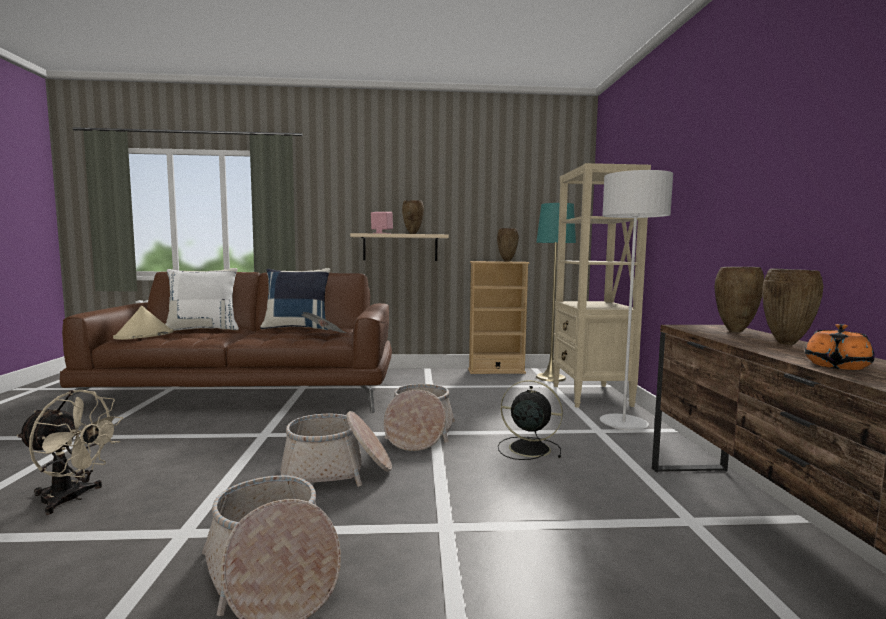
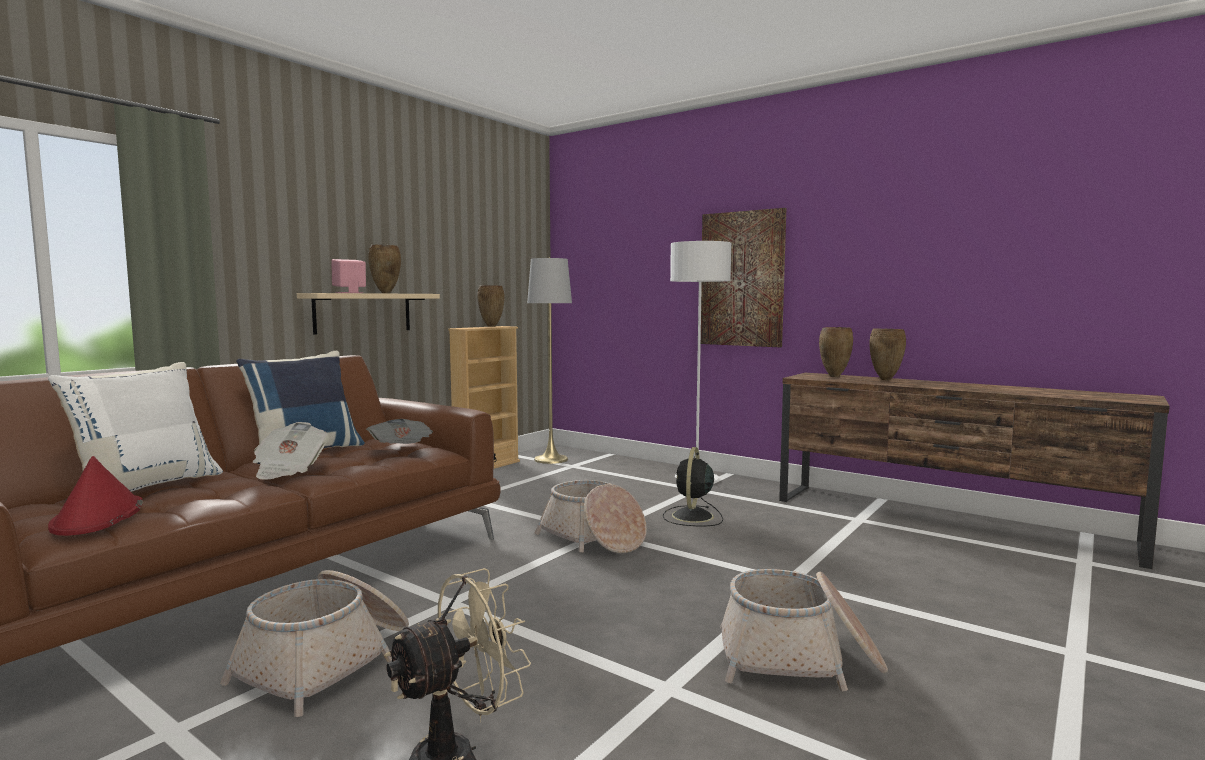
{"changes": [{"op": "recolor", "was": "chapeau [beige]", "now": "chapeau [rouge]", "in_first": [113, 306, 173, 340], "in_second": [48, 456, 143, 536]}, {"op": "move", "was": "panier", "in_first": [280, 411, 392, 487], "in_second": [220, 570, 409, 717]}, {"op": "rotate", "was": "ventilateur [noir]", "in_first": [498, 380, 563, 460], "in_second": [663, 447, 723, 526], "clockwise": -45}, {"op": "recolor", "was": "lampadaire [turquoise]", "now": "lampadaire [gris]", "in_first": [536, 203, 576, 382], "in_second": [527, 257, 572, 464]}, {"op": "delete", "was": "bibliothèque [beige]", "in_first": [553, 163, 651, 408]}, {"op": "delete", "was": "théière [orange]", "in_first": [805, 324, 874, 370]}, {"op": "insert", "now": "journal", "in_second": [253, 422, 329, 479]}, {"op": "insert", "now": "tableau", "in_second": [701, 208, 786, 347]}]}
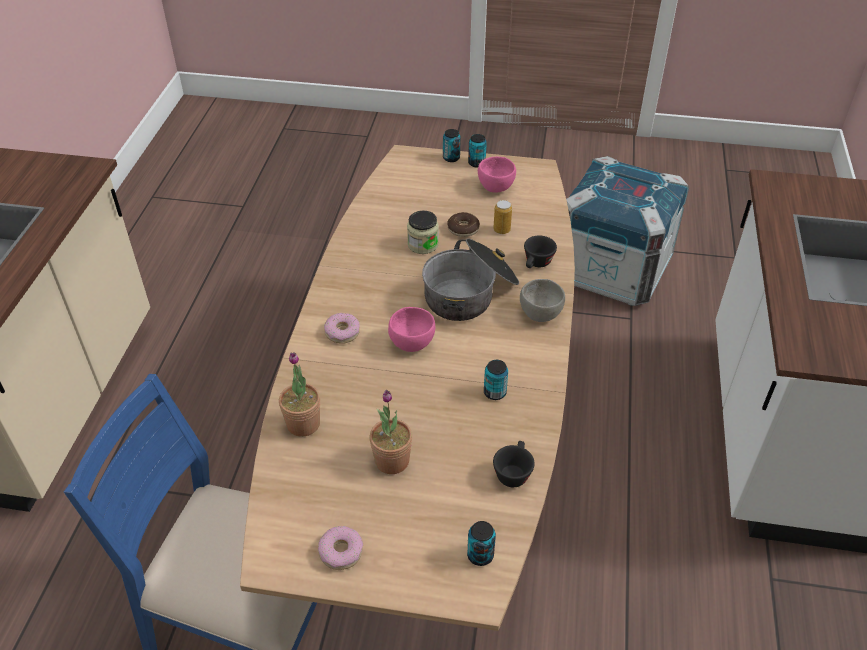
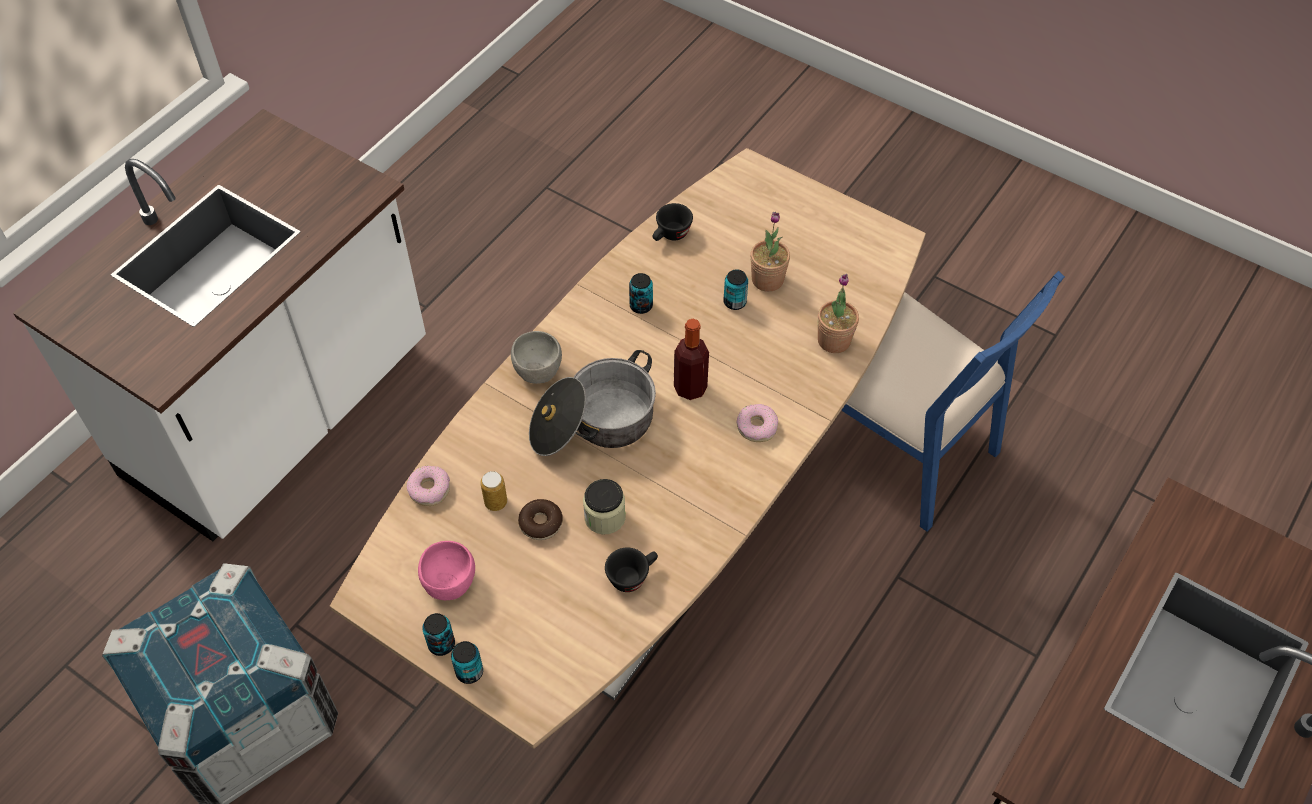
{"changes": [{"op": "move", "was": "beignet", "in_first": [318, 526, 363, 570], "in_second": [407, 466, 450, 506]}, {"op": "replace", "was": "bol [rose]", "now": "bouteille", "in_first": [388, 307, 435, 352], "in_second": [674, 319, 709, 400]}, {"op": "move", "was": "boîte métallique", "in_first": [467, 521, 496, 566], "in_second": [723, 269, 748, 310]}, {"op": "move", "was": "tasse [noir]", "in_first": [524, 235, 557, 268], "in_second": [605, 547, 658, 592]}]}
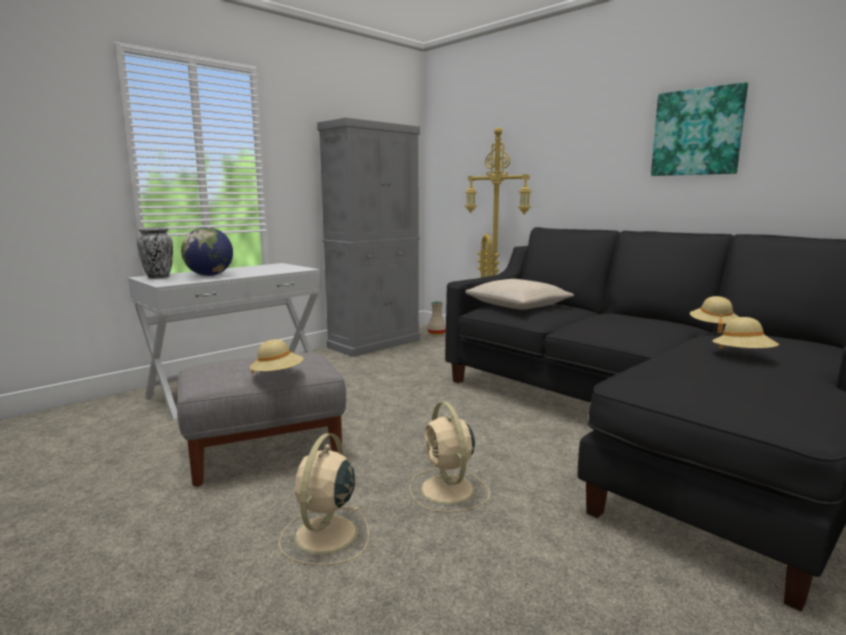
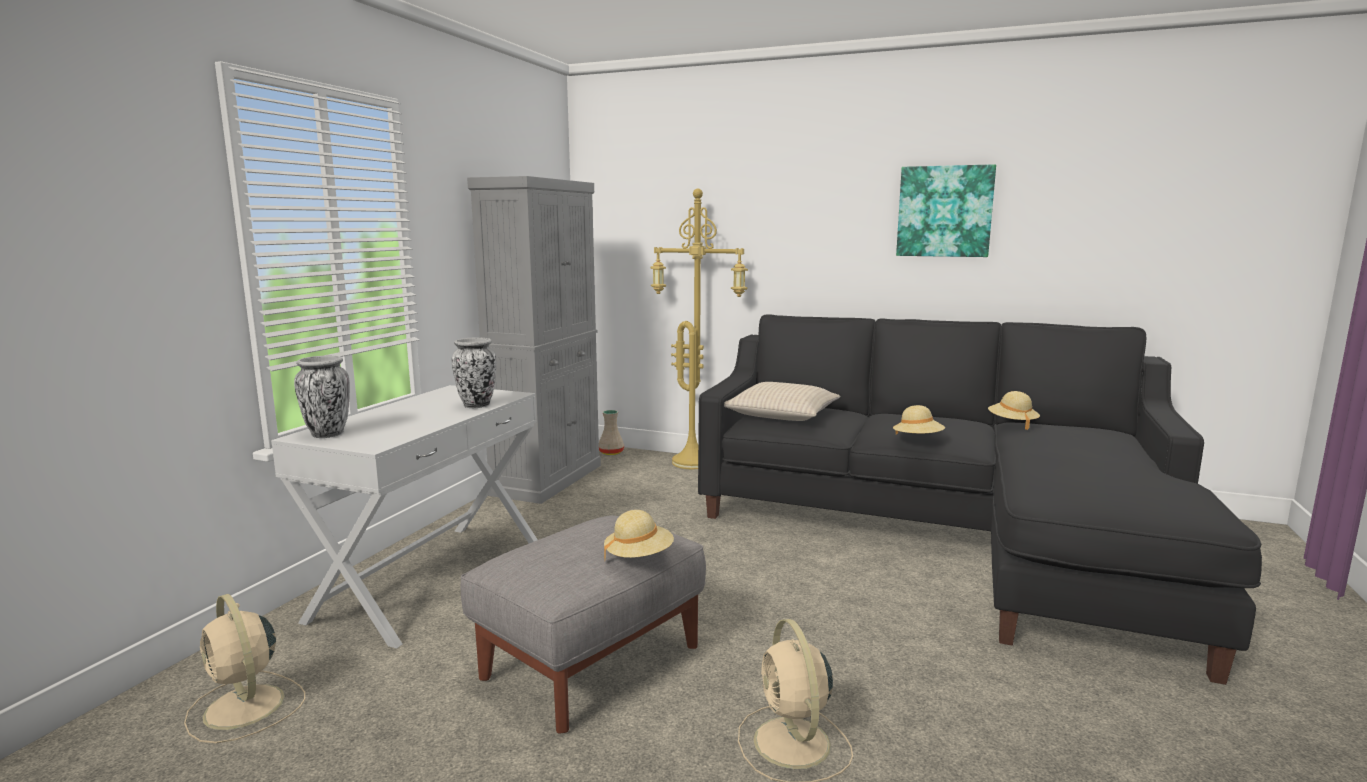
{"changes": [{"op": "delete", "was": "globe", "in_first": [181, 227, 233, 276]}, {"op": "move", "was": "ventilateur [beige]", "in_first": [409, 402, 490, 513], "in_second": [184, 594, 305, 743]}, {"op": "move", "was": "chapeau [beige]", "in_first": [712, 317, 779, 349], "in_second": [893, 405, 945, 435]}, {"op": "insert", "now": "vase", "in_second": [452, 337, 496, 408]}]}
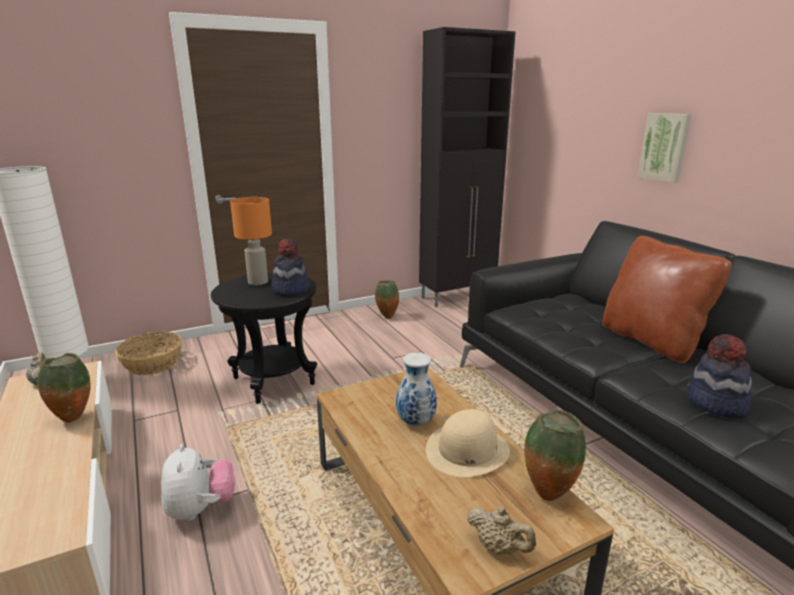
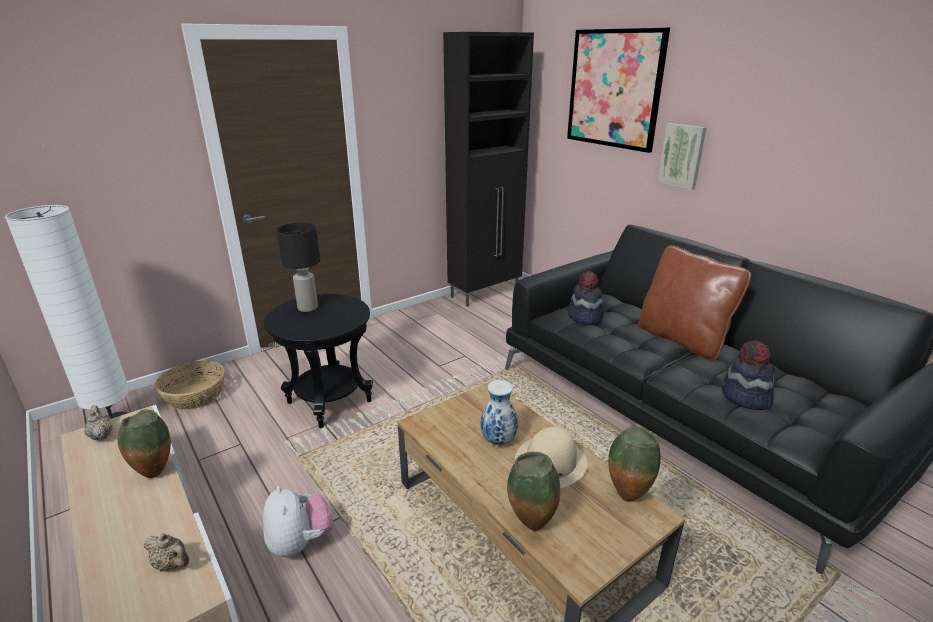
{"changes": [{"op": "recolor", "was": "lampe de table [orange]", "now": "lampe de table [noir]", "in_first": [230, 197, 272, 285], "in_second": [276, 223, 320, 312]}, {"op": "move", "was": "chapeau", "in_first": [271, 238, 310, 296], "in_second": [568, 271, 604, 325]}, {"op": "move", "was": "vase", "in_first": [375, 280, 399, 319], "in_second": [507, 452, 560, 531]}, {"op": "move", "was": "théière [beige]", "in_first": [467, 506, 536, 555], "in_second": [144, 533, 189, 571]}, {"op": "insert", "now": "tableau", "in_second": [567, 28, 670, 153]}]}
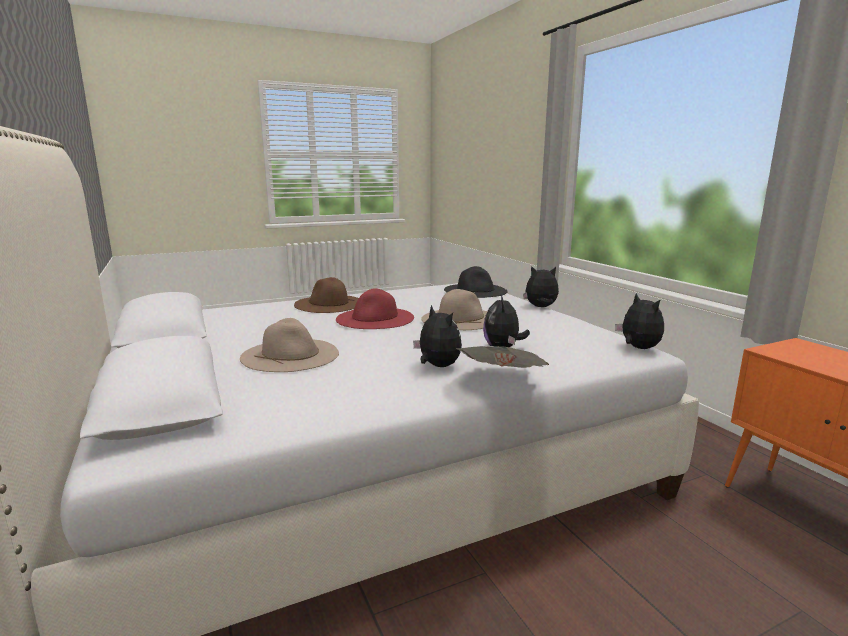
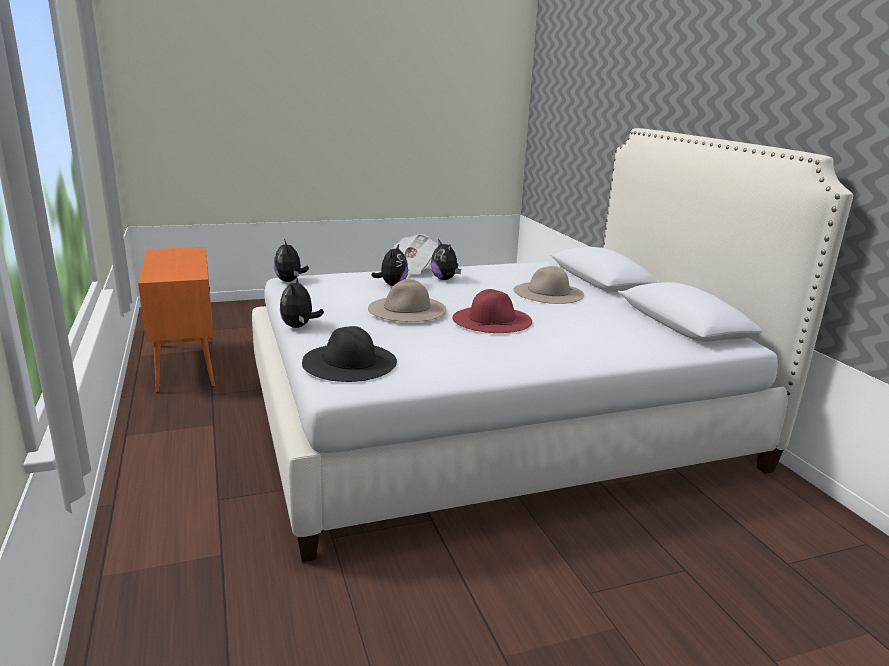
{"changes": [{"op": "delete", "was": "chapeau [marron]", "in_first": [294, 277, 359, 313]}, {"op": "rotate", "was": "peluche", "in_first": [523, 266, 559, 307], "in_second": [280, 276, 324, 328], "clockwise": 75}]}
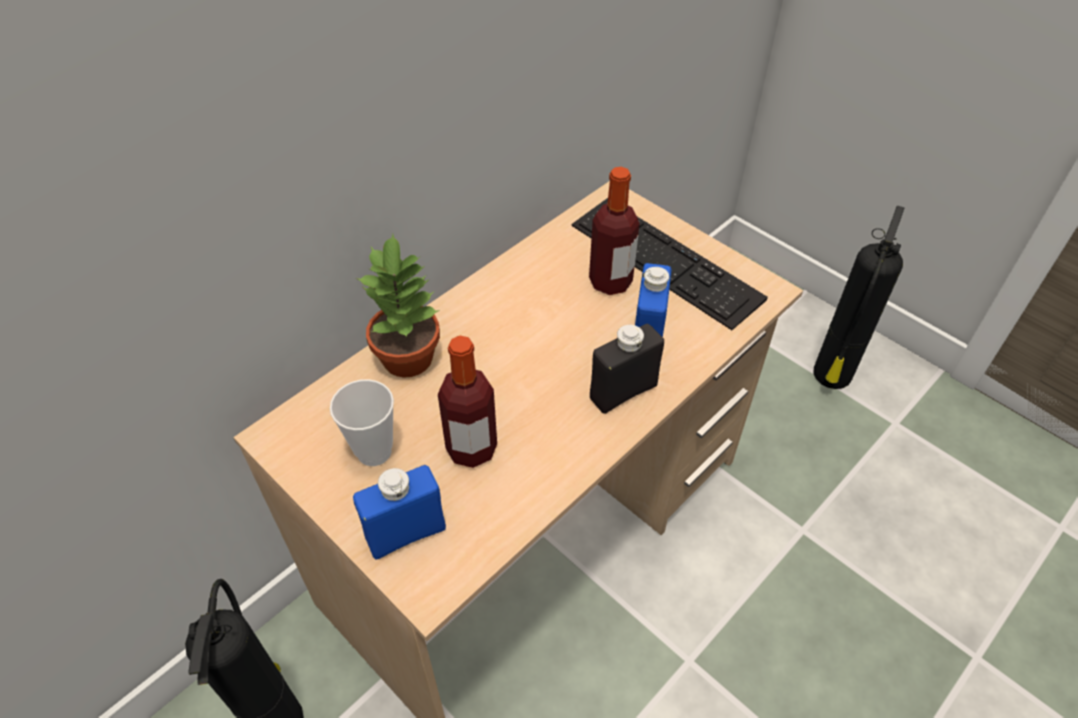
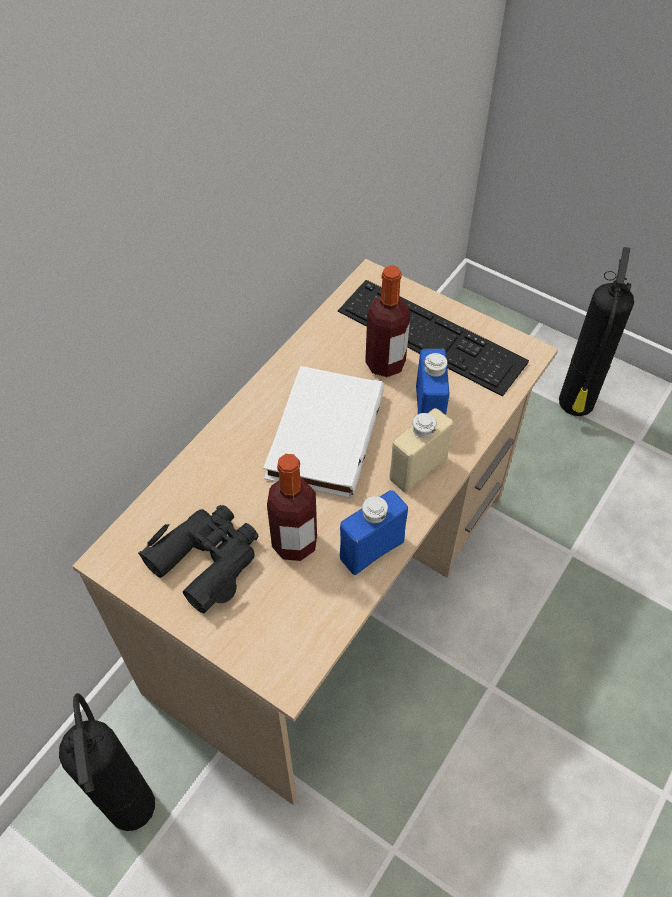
{"changes": [{"op": "replace", "was": "tasse", "now": "jumelles [noir]", "in_first": [330, 379, 394, 466], "in_second": [138, 505, 258, 613]}, {"op": "move", "was": "bouteille [bleu]", "in_first": [353, 465, 446, 560], "in_second": [340, 490, 408, 575]}, {"op": "delete", "was": "plante en pot", "in_first": [356, 234, 440, 378]}, {"op": "recolor", "was": "bouteille [noir]", "now": "bouteille [beige]", "in_first": [590, 323, 664, 414], "in_second": [389, 408, 453, 492]}, {"op": "insert", "now": "livre [blanc]", "in_second": [263, 366, 384, 498]}]}
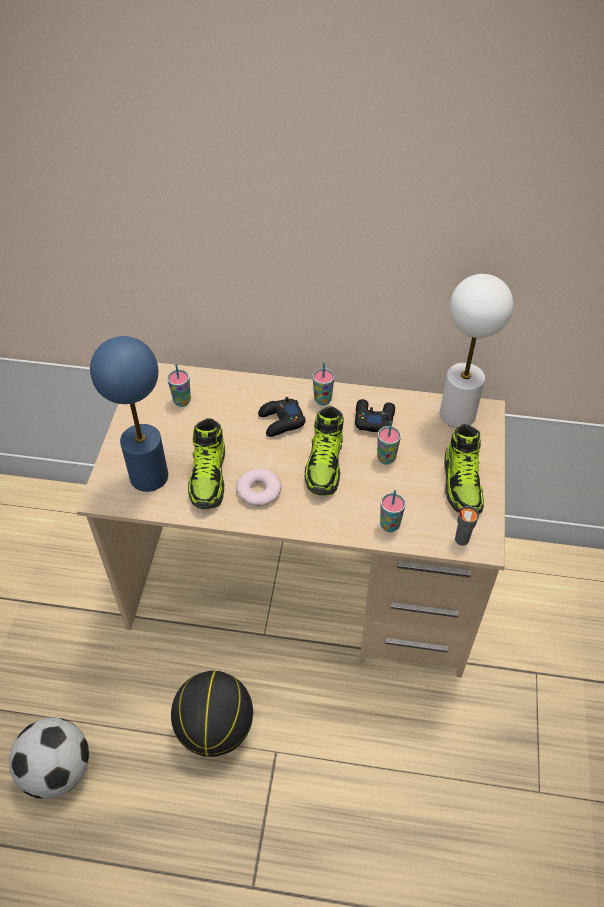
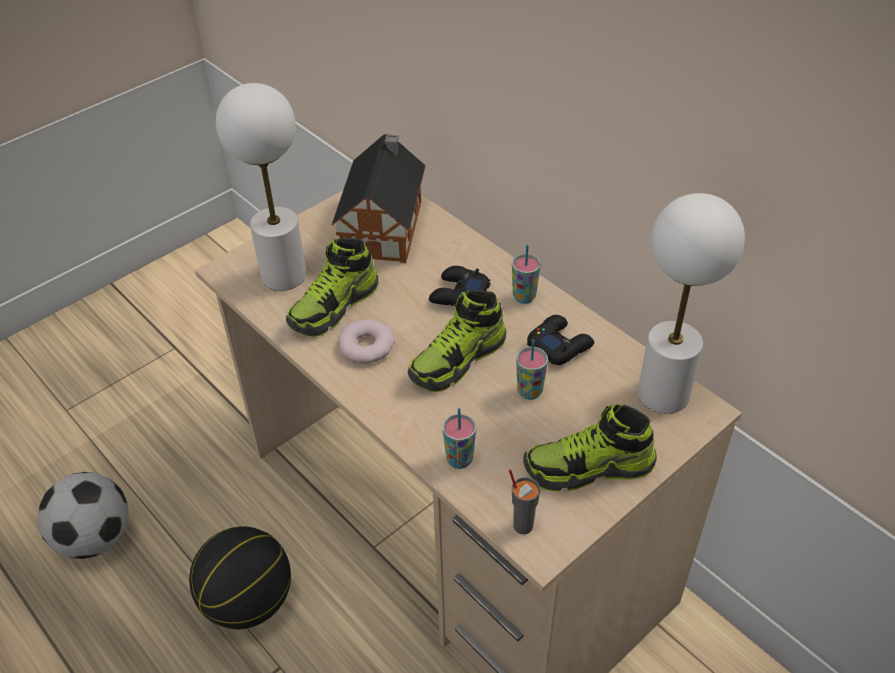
{"changes": [{"op": "recolor", "was": "lampe de table [bleu]", "now": "lampe de table [blanc]", "in_first": [90, 336, 168, 492], "in_second": [216, 83, 306, 291]}, {"op": "replace", "was": "tasse", "now": "maison miniature", "in_first": [167, 364, 191, 407], "in_second": [332, 134, 426, 263]}, {"op": "rotate", "was": "chaussure", "in_first": [444, 424, 484, 514], "in_second": [523, 404, 657, 491], "clockwise": 45}]}
